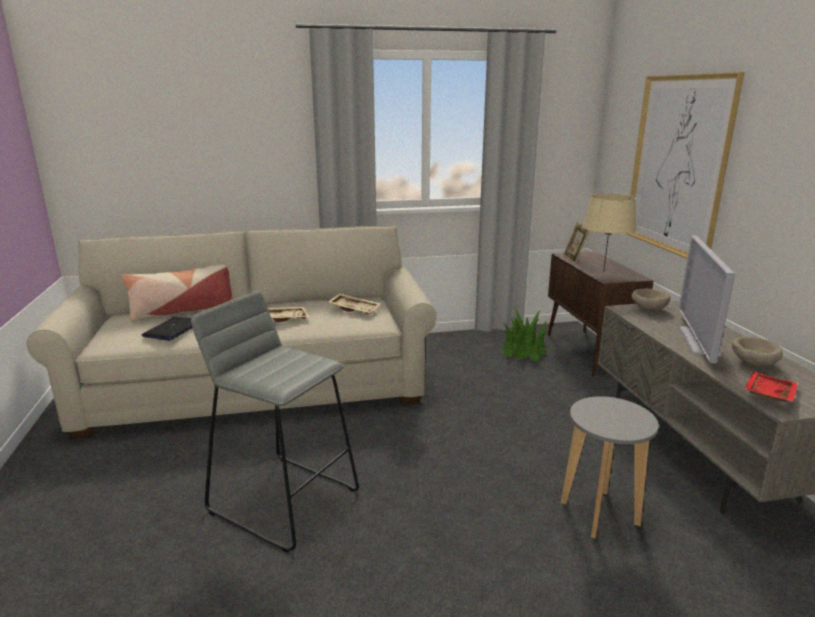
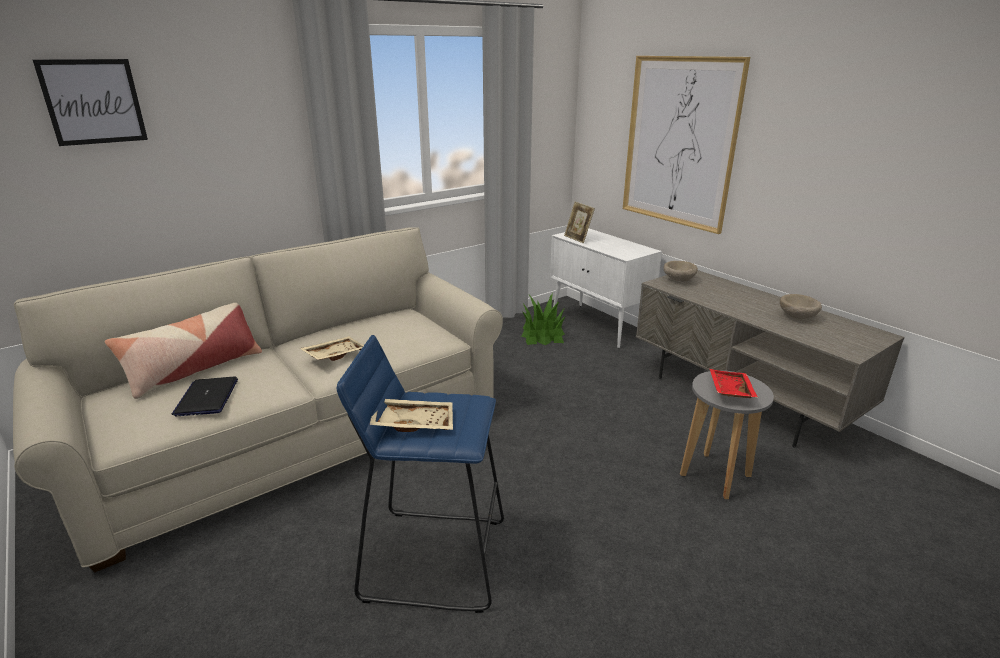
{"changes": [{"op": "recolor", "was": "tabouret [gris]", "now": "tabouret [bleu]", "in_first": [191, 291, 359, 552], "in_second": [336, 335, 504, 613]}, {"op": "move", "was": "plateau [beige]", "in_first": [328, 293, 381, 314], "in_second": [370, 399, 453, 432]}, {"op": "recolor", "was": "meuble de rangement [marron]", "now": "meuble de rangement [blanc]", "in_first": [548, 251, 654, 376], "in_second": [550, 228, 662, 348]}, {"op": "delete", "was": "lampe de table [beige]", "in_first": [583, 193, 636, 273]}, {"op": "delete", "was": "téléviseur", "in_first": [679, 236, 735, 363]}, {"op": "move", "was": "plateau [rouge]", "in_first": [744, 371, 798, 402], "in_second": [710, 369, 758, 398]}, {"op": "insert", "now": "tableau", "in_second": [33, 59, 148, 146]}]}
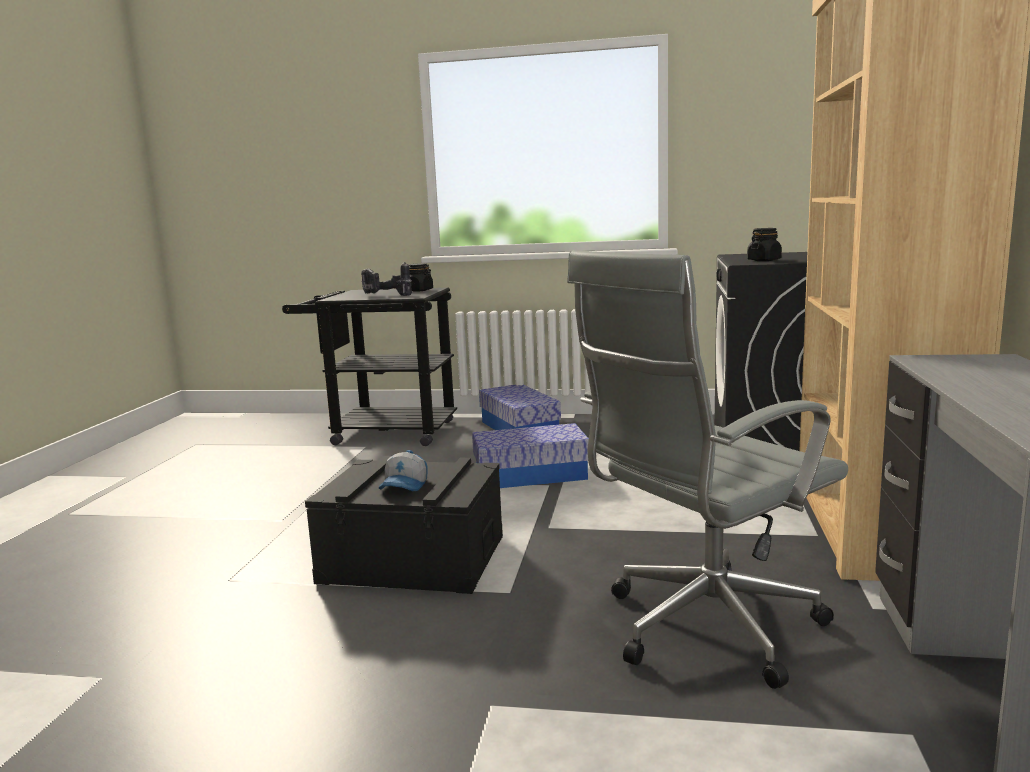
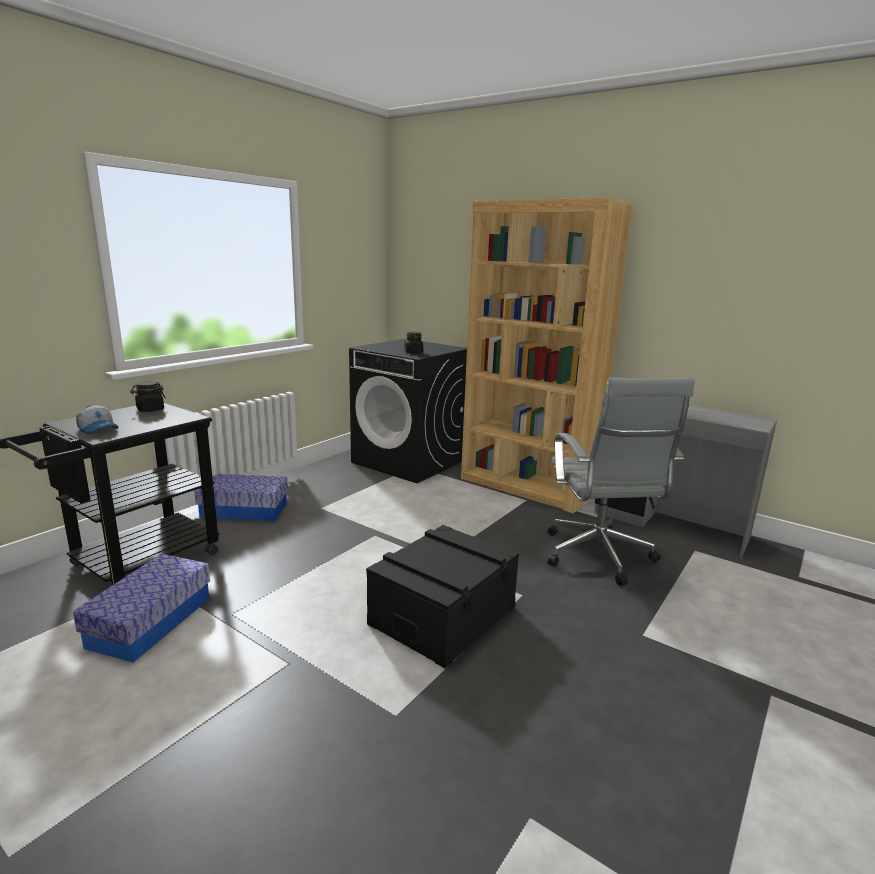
{"changes": [{"op": "delete", "was": "perceuse", "in_first": [361, 262, 412, 296]}, {"op": "move", "was": "casquette", "in_first": [379, 450, 428, 491], "in_second": [76, 405, 119, 434]}, {"op": "move", "was": "boîte de rangement", "in_first": [472, 423, 589, 488], "in_second": [73, 553, 210, 662]}]}
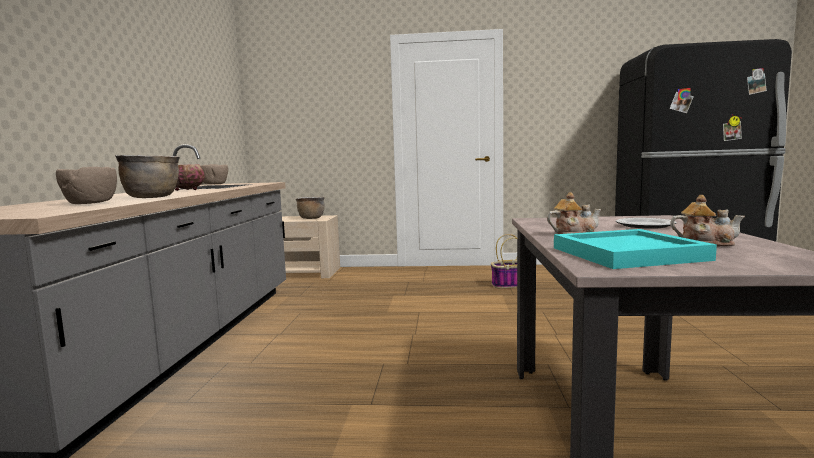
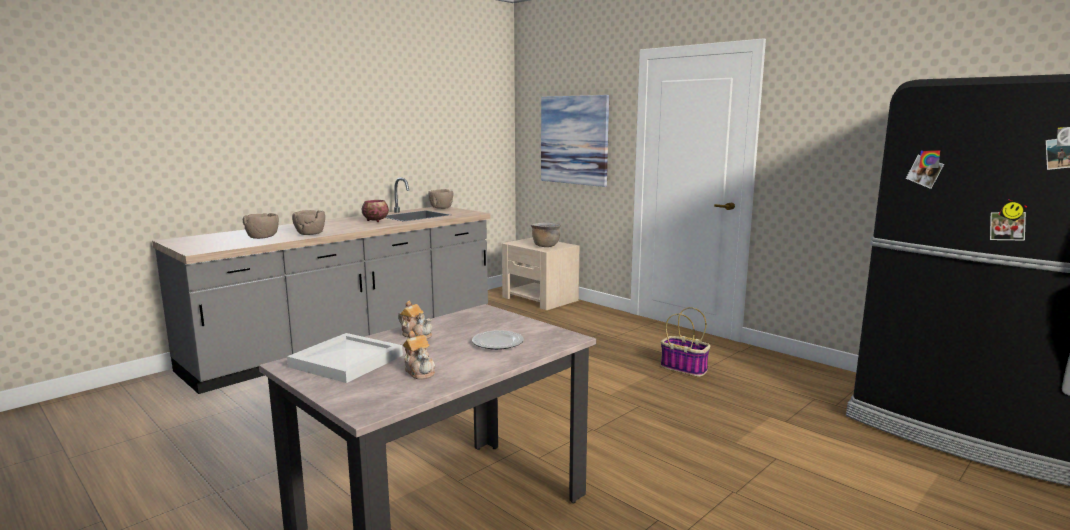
{"changes": [{"op": "replace", "was": "marmite [marron]", "now": "bol [marron]", "in_first": [115, 155, 180, 198], "in_second": [292, 210, 325, 235]}, {"op": "recolor", "was": "plateau [turquoise]", "now": "plateau [blanc]", "in_first": [554, 229, 717, 269], "in_second": [287, 333, 403, 383]}, {"op": "insert", "now": "tableau", "in_second": [541, 95, 609, 187]}]}
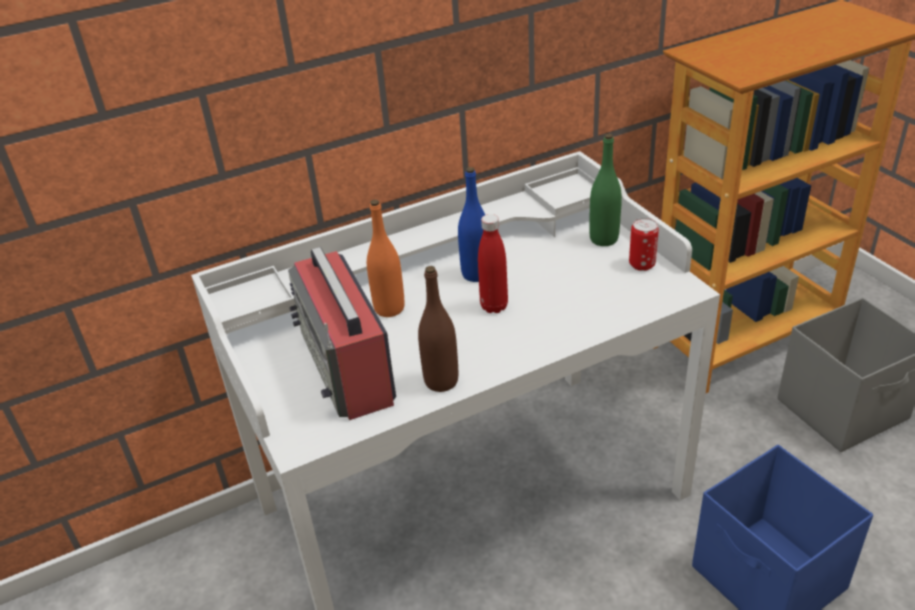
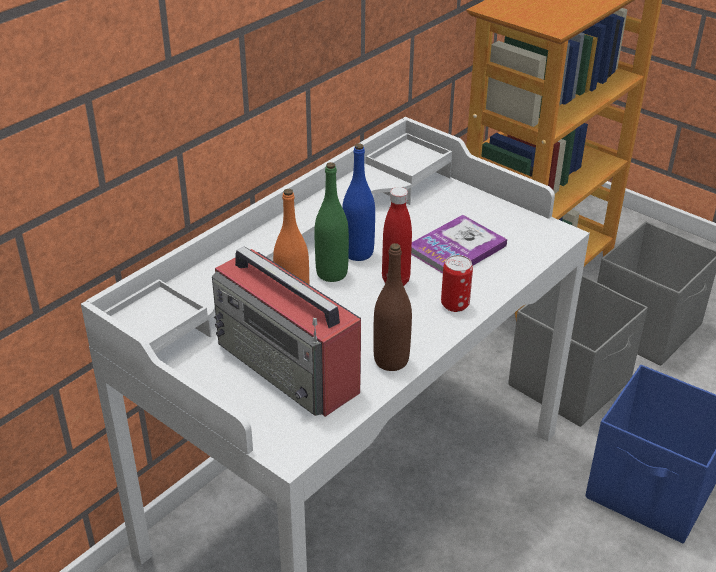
{"changes": [{"op": "move", "was": "bouteille [vert]", "in_first": [589, 134, 622, 246], "in_second": [315, 162, 349, 282]}, {"op": "move", "was": "boîte métallique", "in_first": [629, 218, 659, 271], "in_second": [441, 255, 473, 312]}, {"op": "insert", "now": "livre", "in_second": [411, 215, 507, 274]}, {"op": "insert", "now": "boîte de rangement [gris]", "in_second": [508, 275, 648, 427]}]}
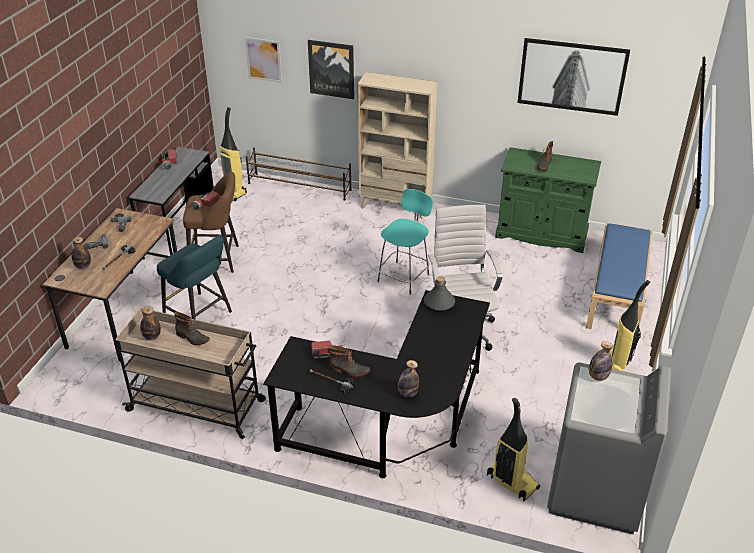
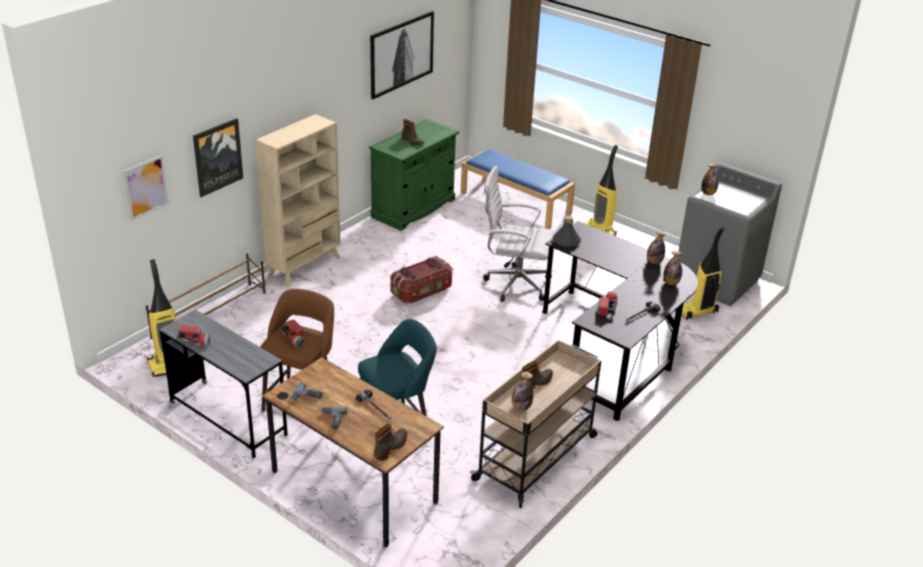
{"changes": [{"op": "move", "was": "bouteille", "in_first": [72, 237, 91, 269], "in_second": [647, 231, 666, 264]}, {"op": "move", "was": "botte", "in_first": [329, 346, 370, 378], "in_second": [374, 423, 407, 459]}, {"op": "replace", "was": "tabouret [turquoise]", "now": "boîte de rangement", "in_first": [377, 189, 433, 295], "in_second": [390, 256, 452, 304]}]}
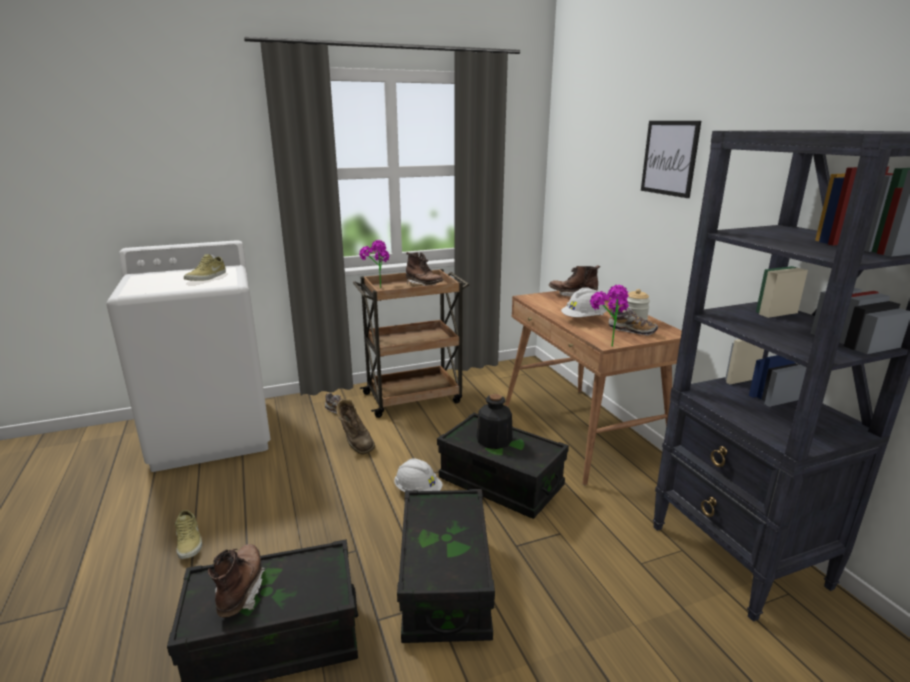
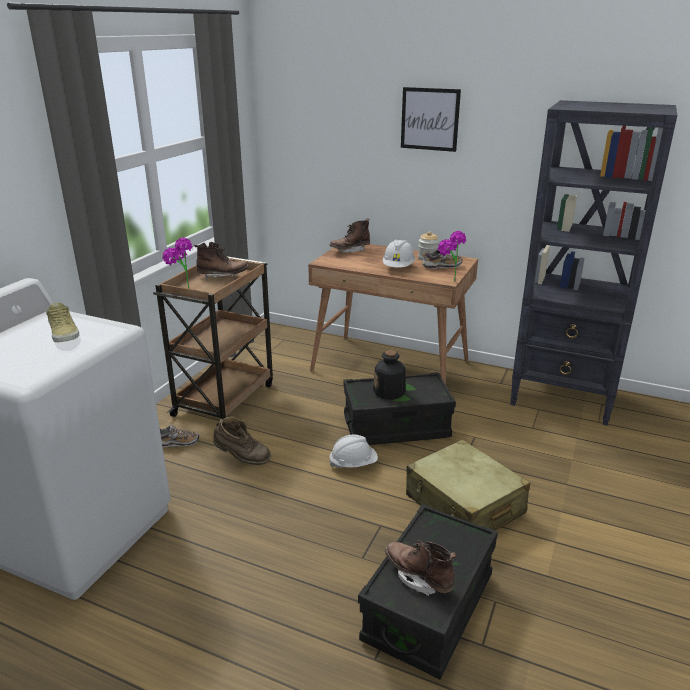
{"changes": [{"op": "delete", "was": "chaussure [beige]", "in_first": [175, 510, 202, 559]}, {"op": "replace", "was": "boîte de rangement [noir]", "now": "valise [beige]", "in_first": [397, 489, 495, 643], "in_second": [406, 439, 530, 530]}]}
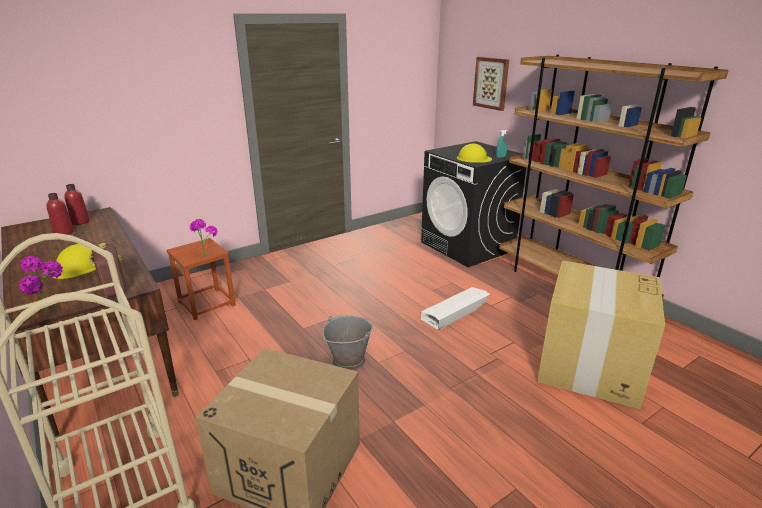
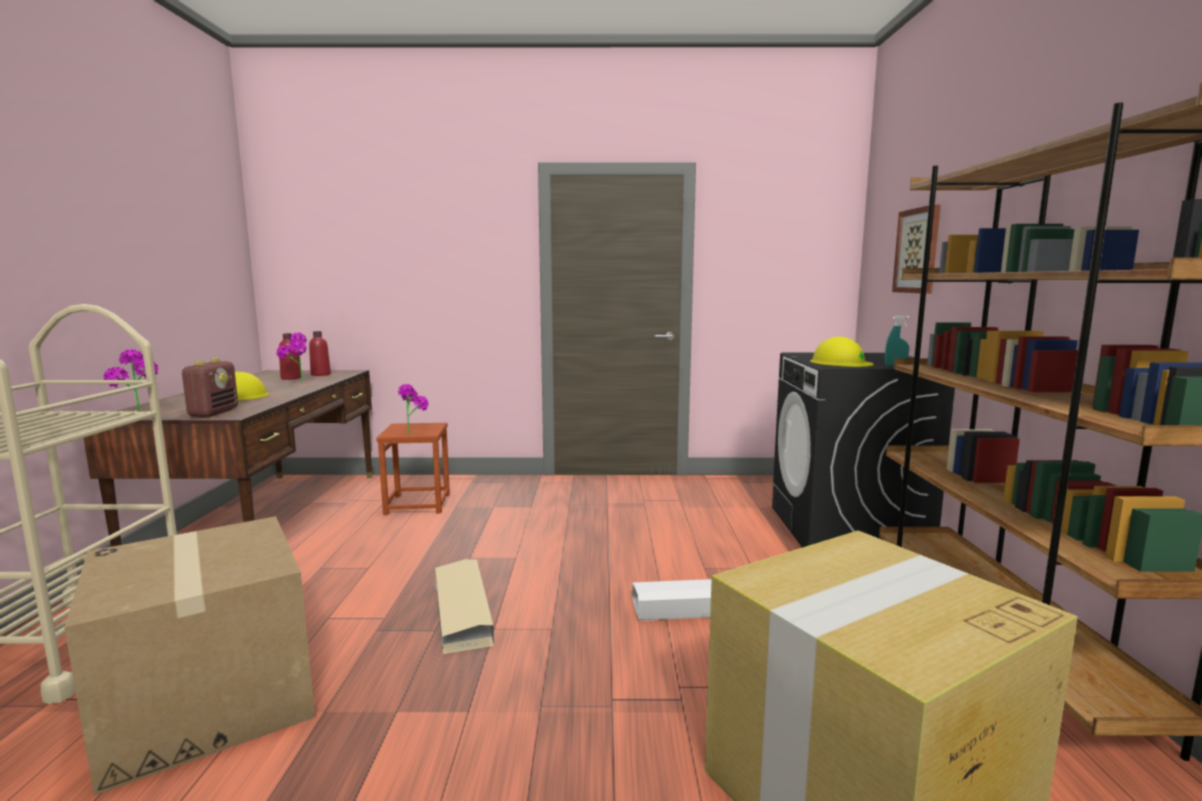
{"changes": [{"op": "replace", "was": "seau [gris]", "now": "boîte de rangement [beige]", "in_first": [323, 315, 373, 371], "in_second": [435, 559, 494, 654]}, {"op": "insert", "now": "plante en pot", "in_second": [276, 333, 307, 383]}]}
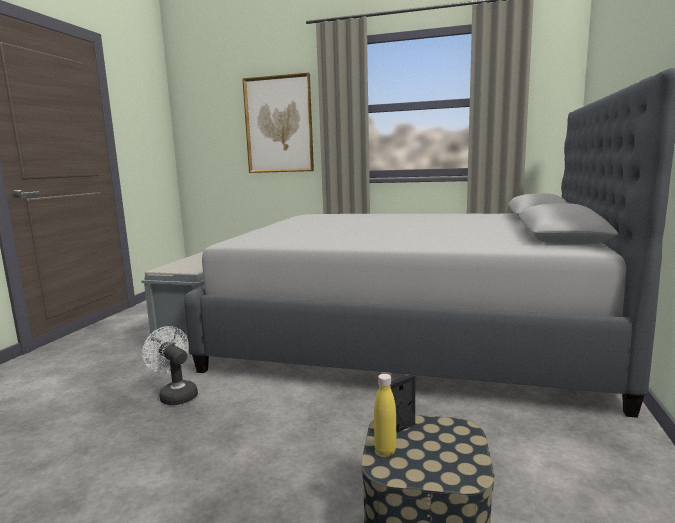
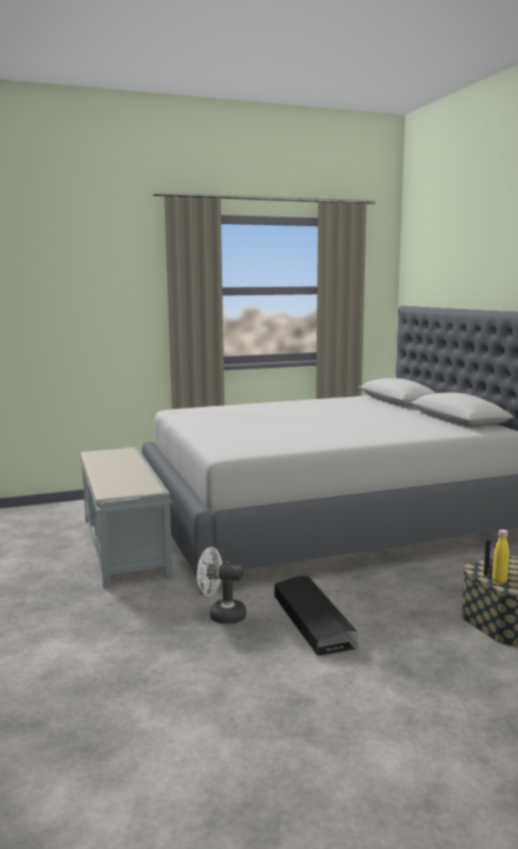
{"changes": [{"op": "delete", "was": "tableau", "in_first": [242, 73, 314, 173]}, {"op": "insert", "now": "boîte de rangement [noir]", "in_second": [275, 576, 358, 656]}]}
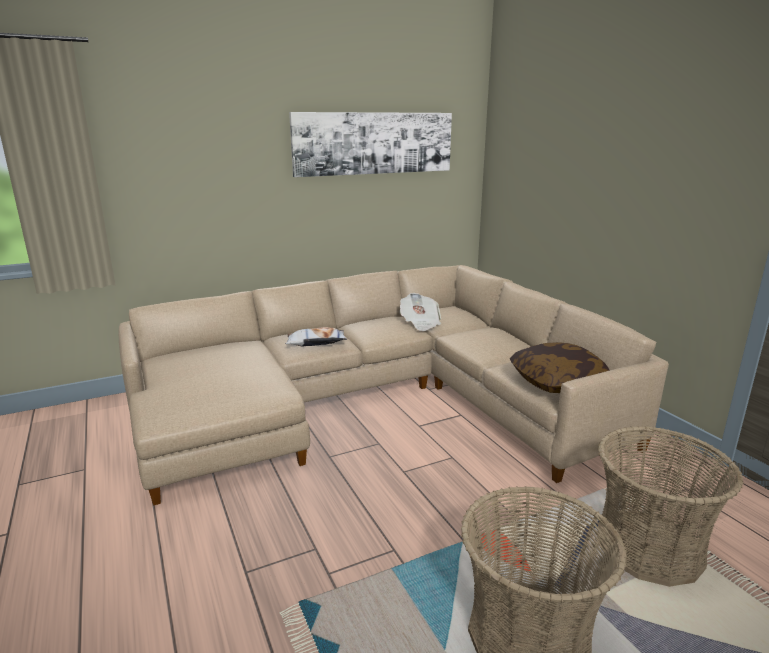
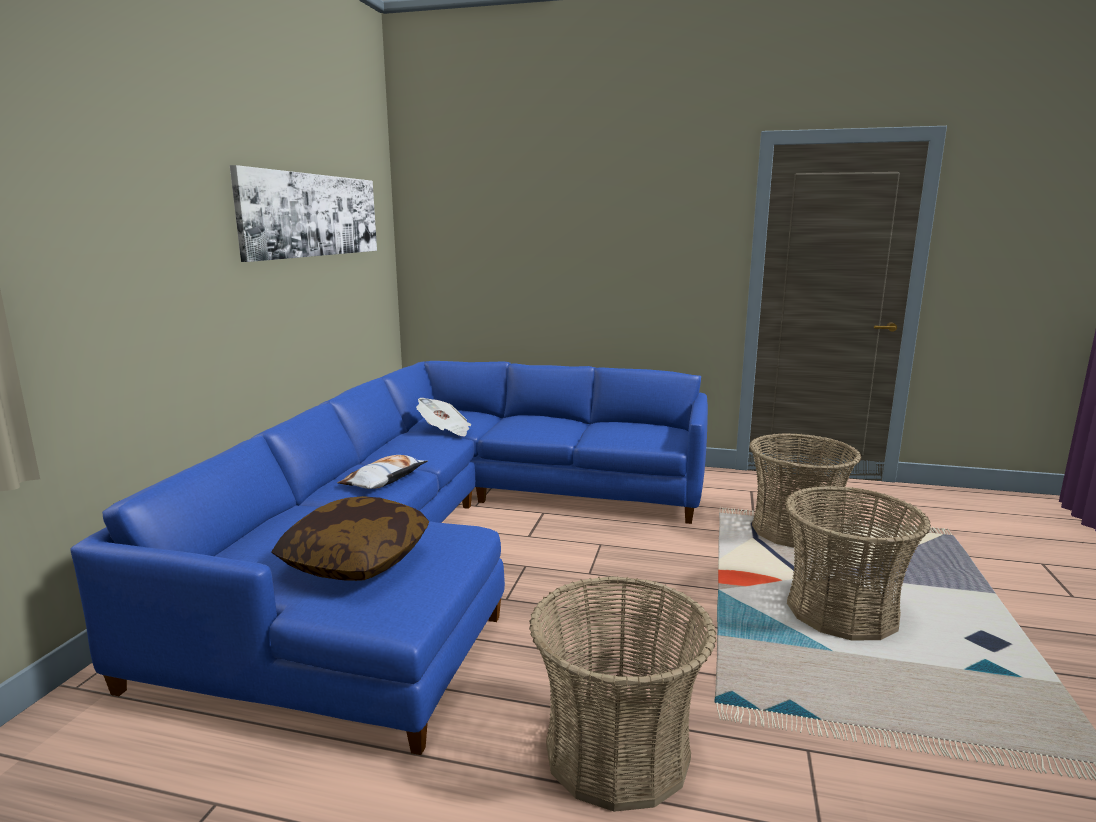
{"changes": [{"op": "recolor", "was": "canapé [beige]", "now": "canapé [bleu]", "in_first": [119, 265, 669, 506], "in_second": [70, 361, 708, 755]}, {"op": "move", "was": "coussin", "in_first": [510, 342, 610, 393], "in_second": [271, 496, 429, 581]}, {"op": "insert", "now": "panier", "in_second": [529, 576, 717, 812]}]}
